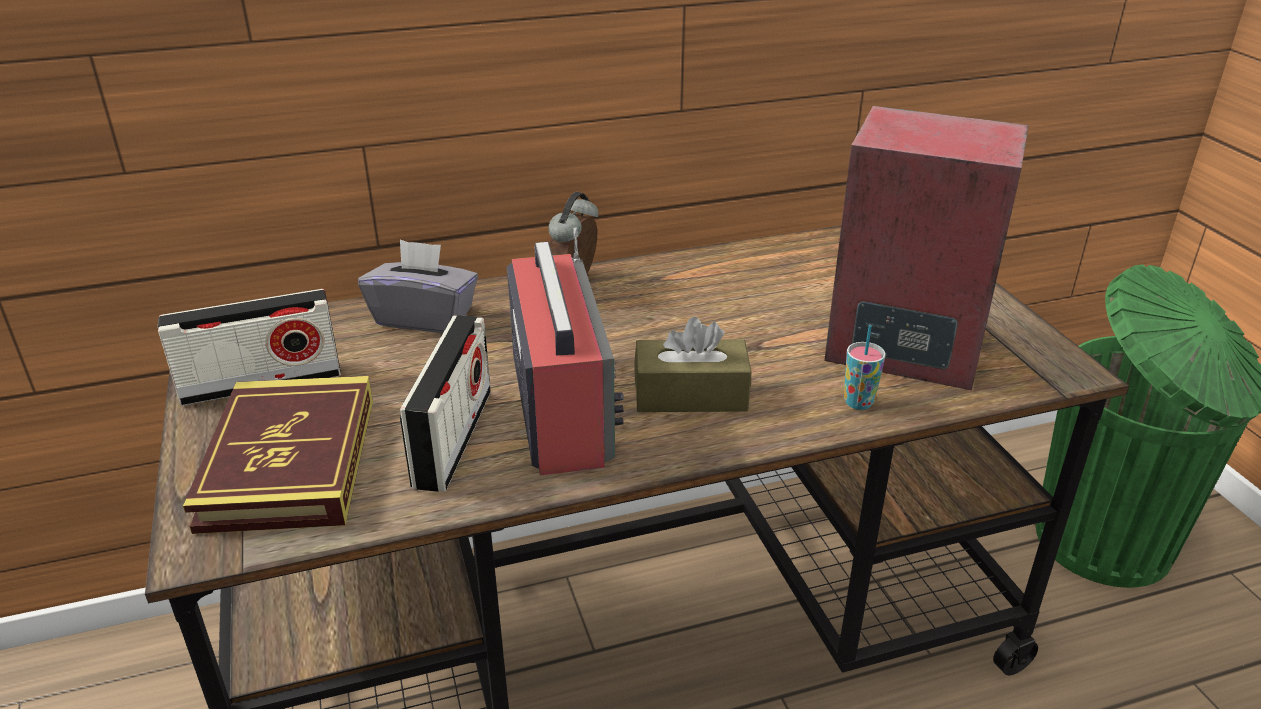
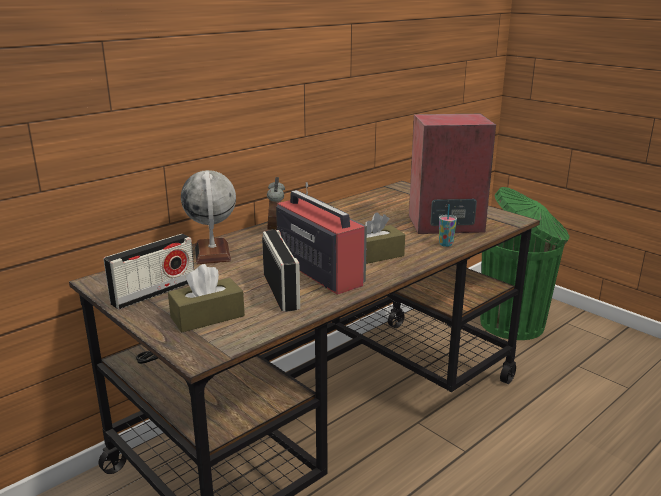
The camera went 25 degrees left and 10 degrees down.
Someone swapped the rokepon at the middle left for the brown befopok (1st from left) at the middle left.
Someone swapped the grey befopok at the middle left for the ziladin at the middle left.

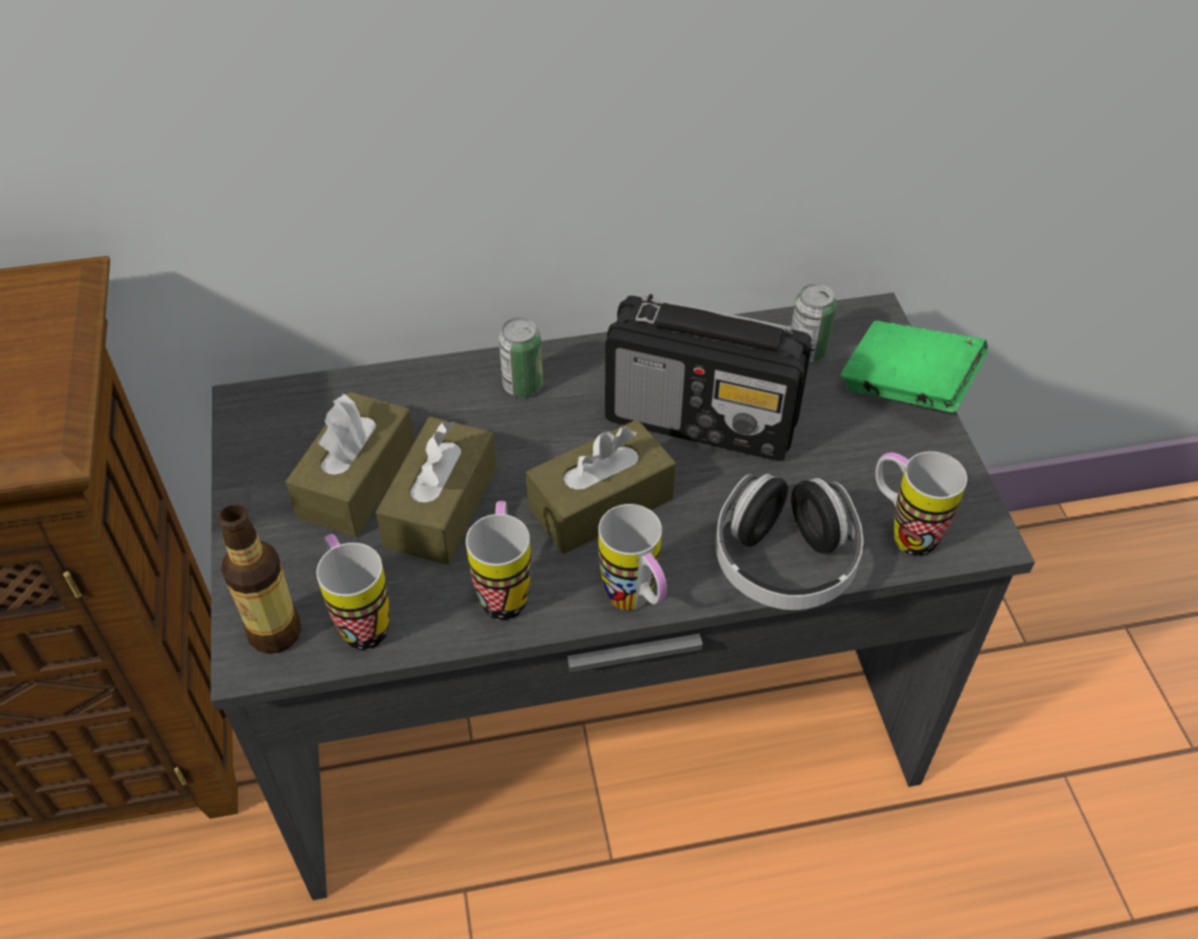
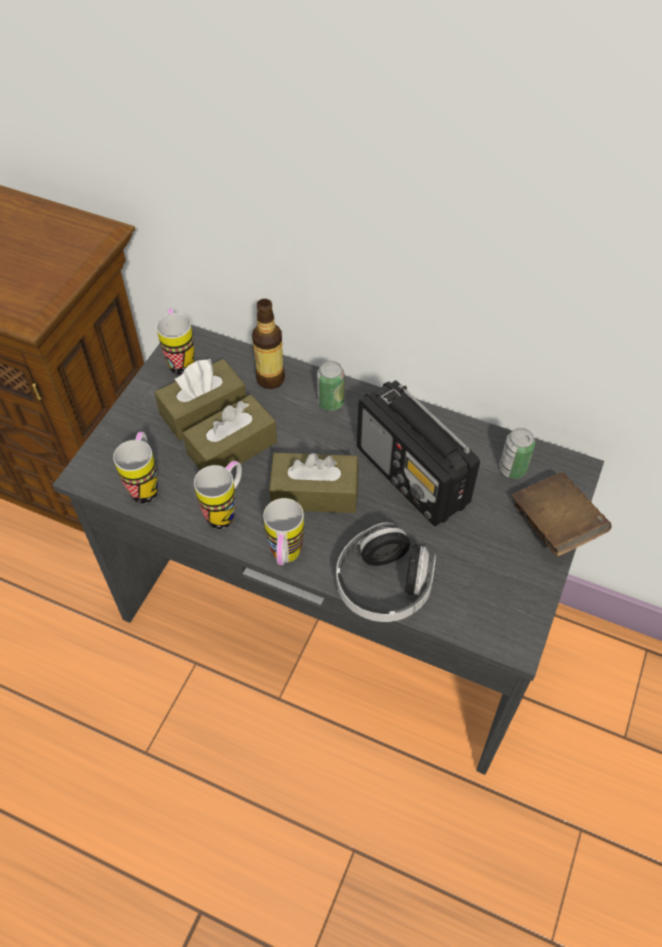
The camera went 35 degrees right and 5 degrees up.
Someone carried the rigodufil from the middle left to the centre.
Someone repainted the green rokepon at the middle right, which became the brown rokepon at the middle right.
Someone carried the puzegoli (4th from left in the first image) from the middle right to the middle left.

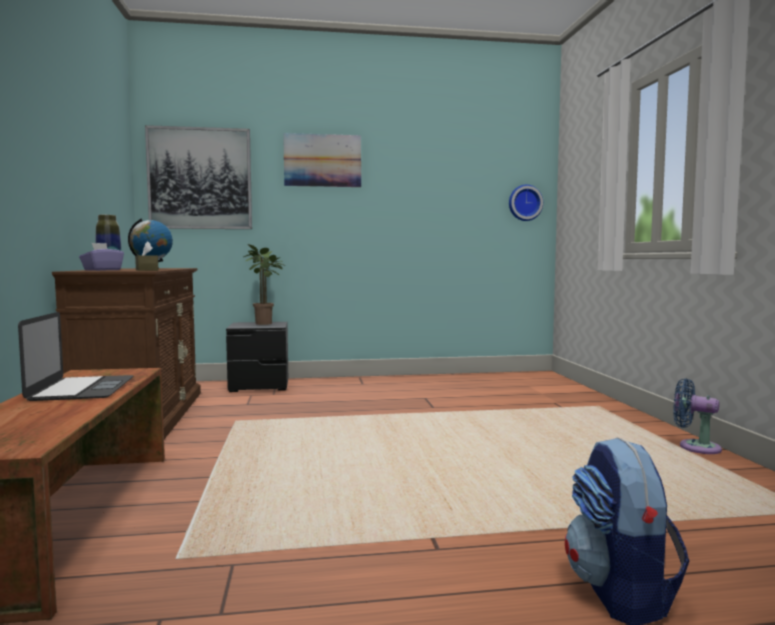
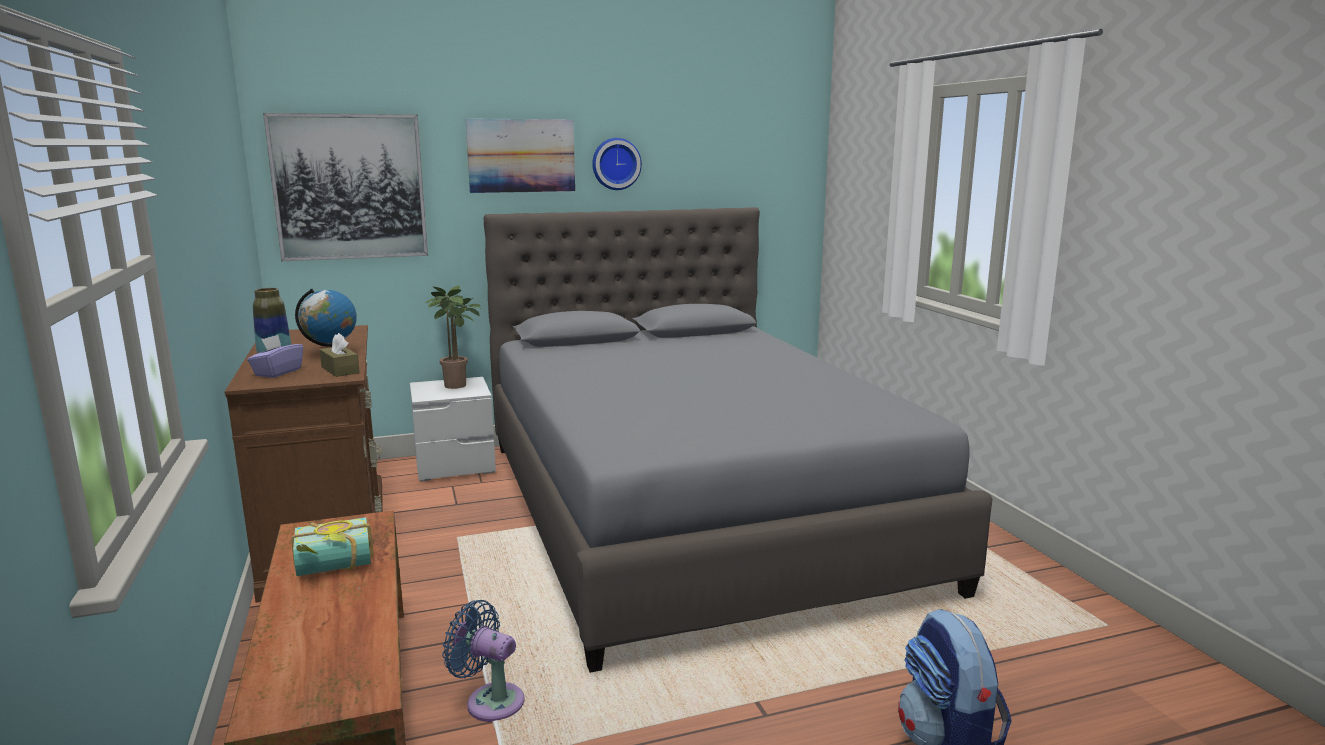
The camera went 10 degrees left and 10 degrees up.
Someone swapped the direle at the middle left for the rokepon at the bottom left.
Someone repainted the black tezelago at the middle left, which became the white tezelago at the centre.
Someone carried the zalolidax from the top right to the top centre.
Someone carried the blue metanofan from the middle right to the bottom centre.
Someone put down the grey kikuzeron at the centre.

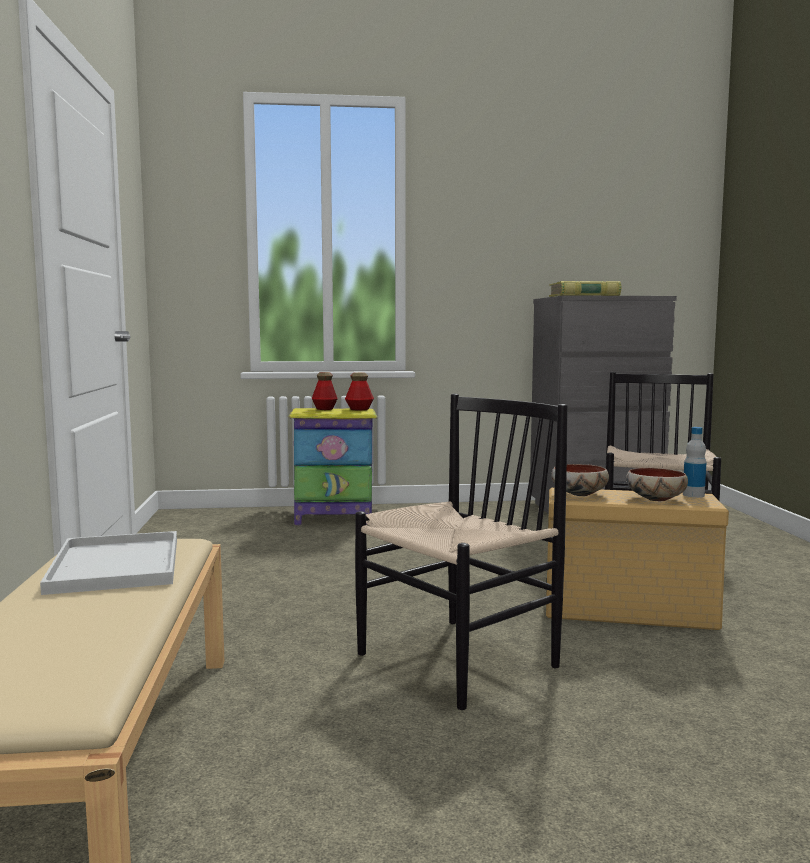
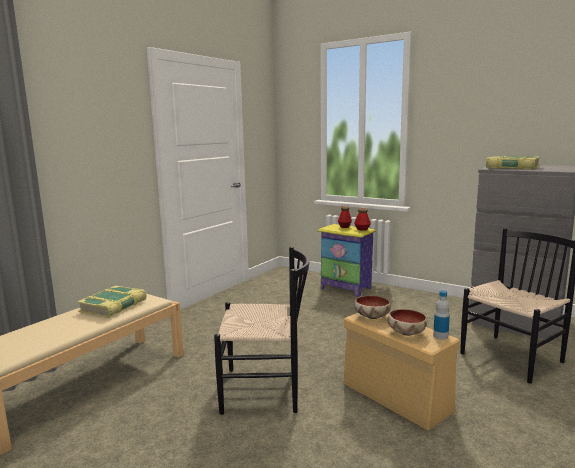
The camera went 40 degrees right and 5 degrees up.
Someone swapped the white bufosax at the middle left for the rokepon (1st from left) at the middle left.

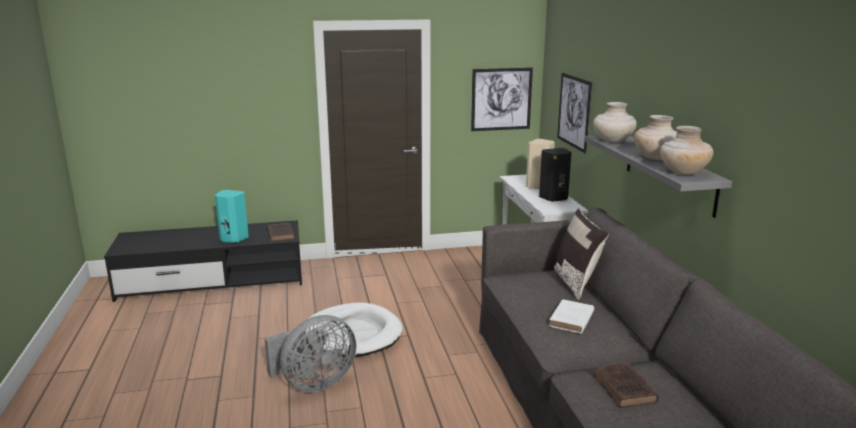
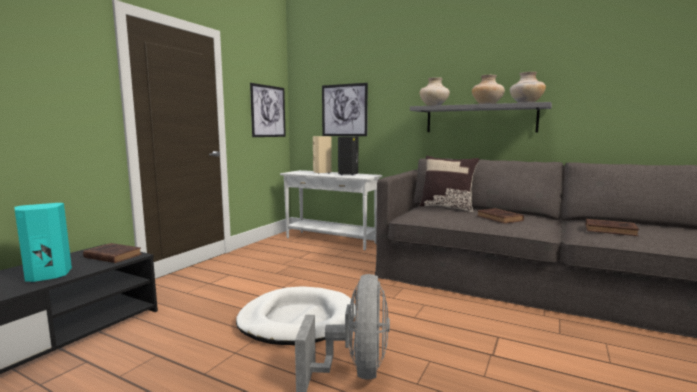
The camera went 50 degrees left and 10 degrees down.
Someone repainted the white rokepon at the bottom right, which became the brown rokepon (2nd from left) at the middle right.

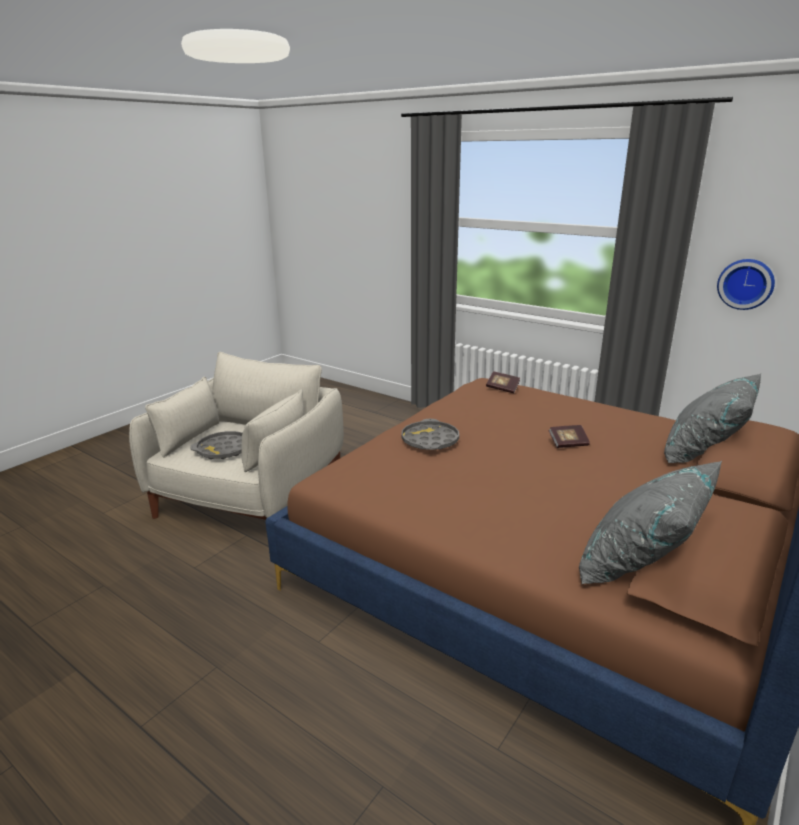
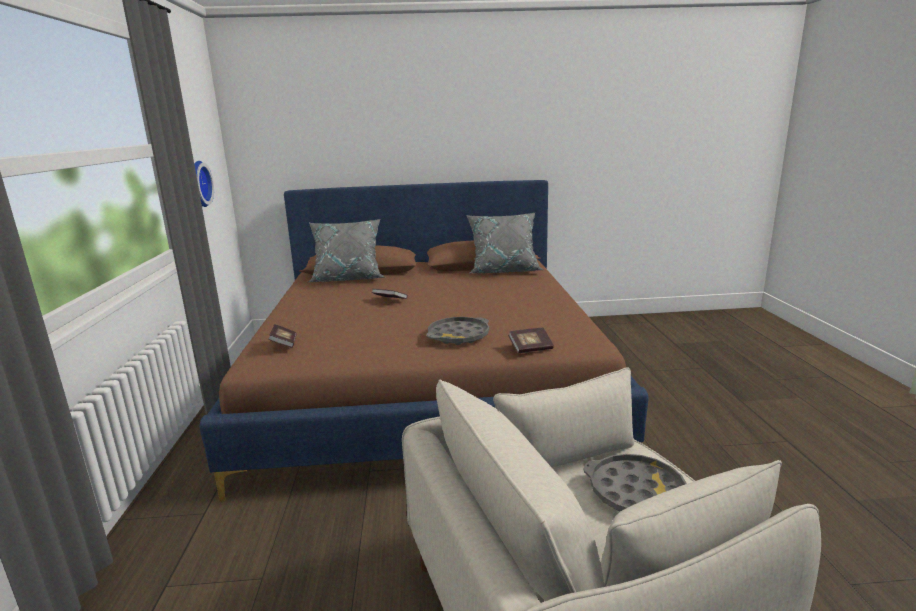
The camera went 130 degrees left and 5 degrees down.
Someone put down the rokepon (3rd from left) at the centre.

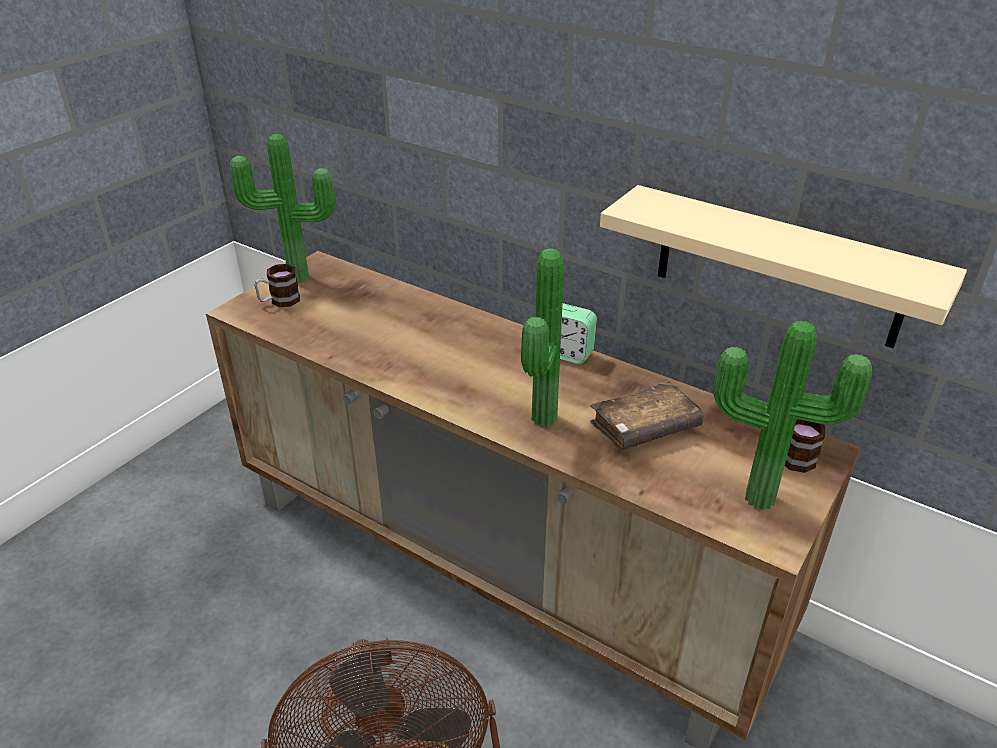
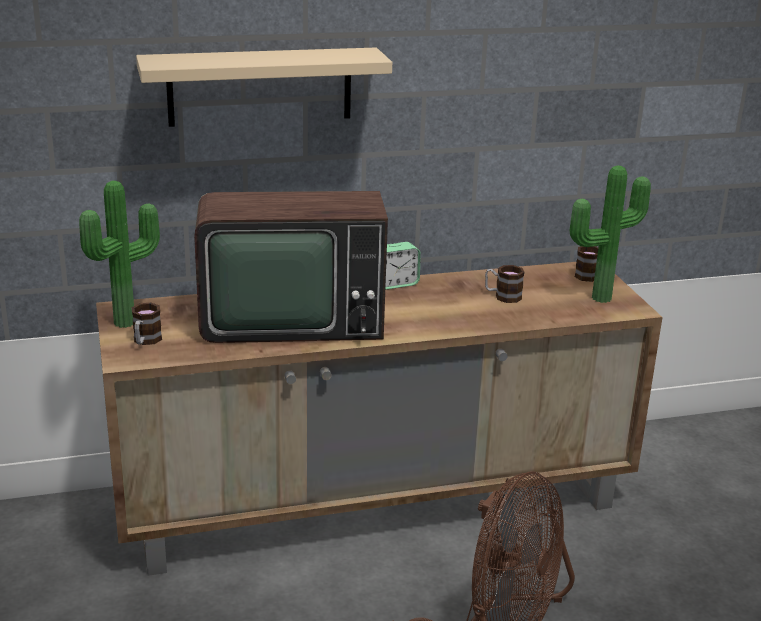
The camera went 50 degrees left and 10 degrees down.
Someone took away the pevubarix (2nd from left) at the centre.
Someone swapped the brown rokepon at the centre for the puzegoli (2nd from left) at the centre.
Someone carried the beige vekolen from the middle right to the top centre.
Someone put down the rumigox at the centre.

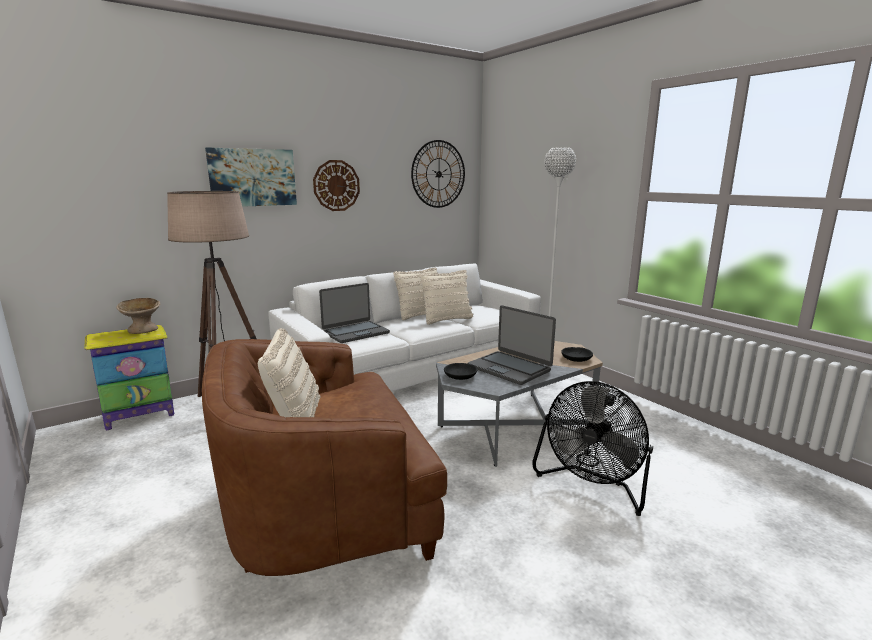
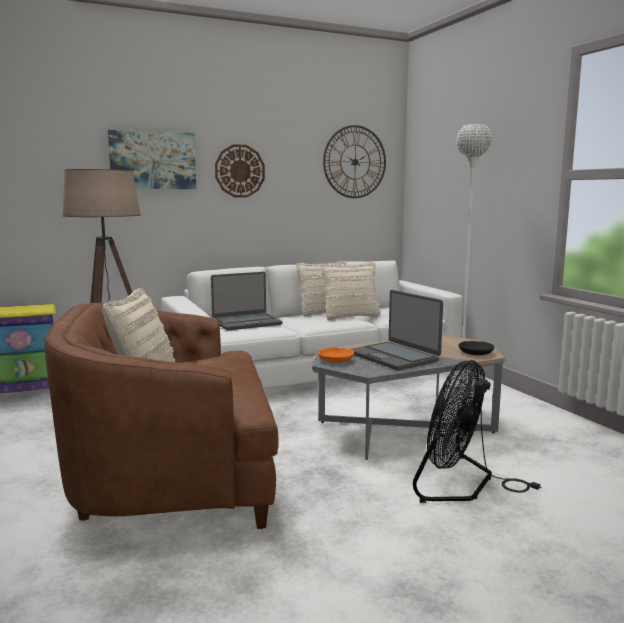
The camera went 10 degrees right and 5 degrees down.
Someone took away the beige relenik at the middle left.
Someone repainted the black relenik (1st from left) at the centre, which became the orange relenik at the centre.
Someone rotated the black metanofan at the bottom right by 75 degrees clockwise.

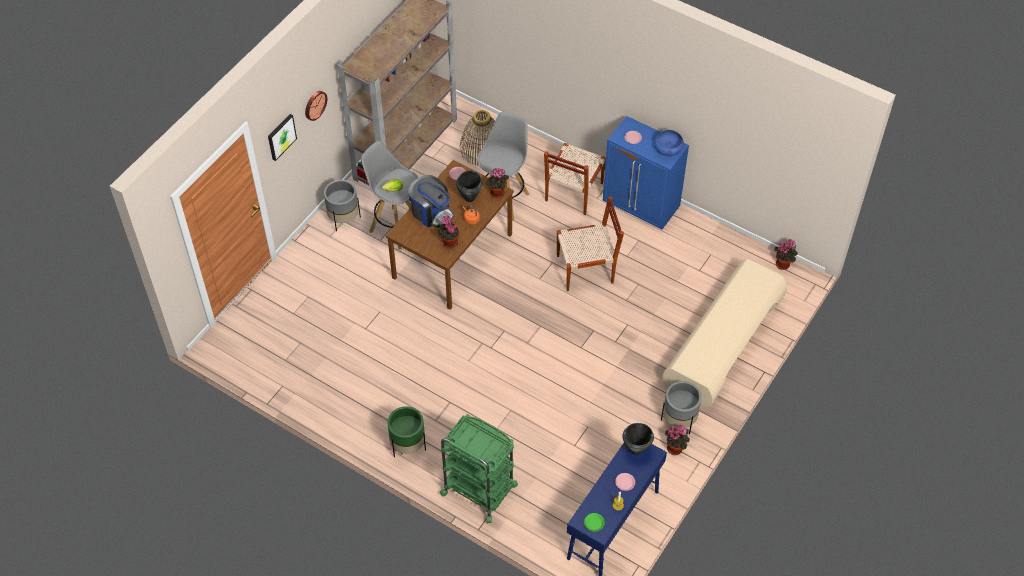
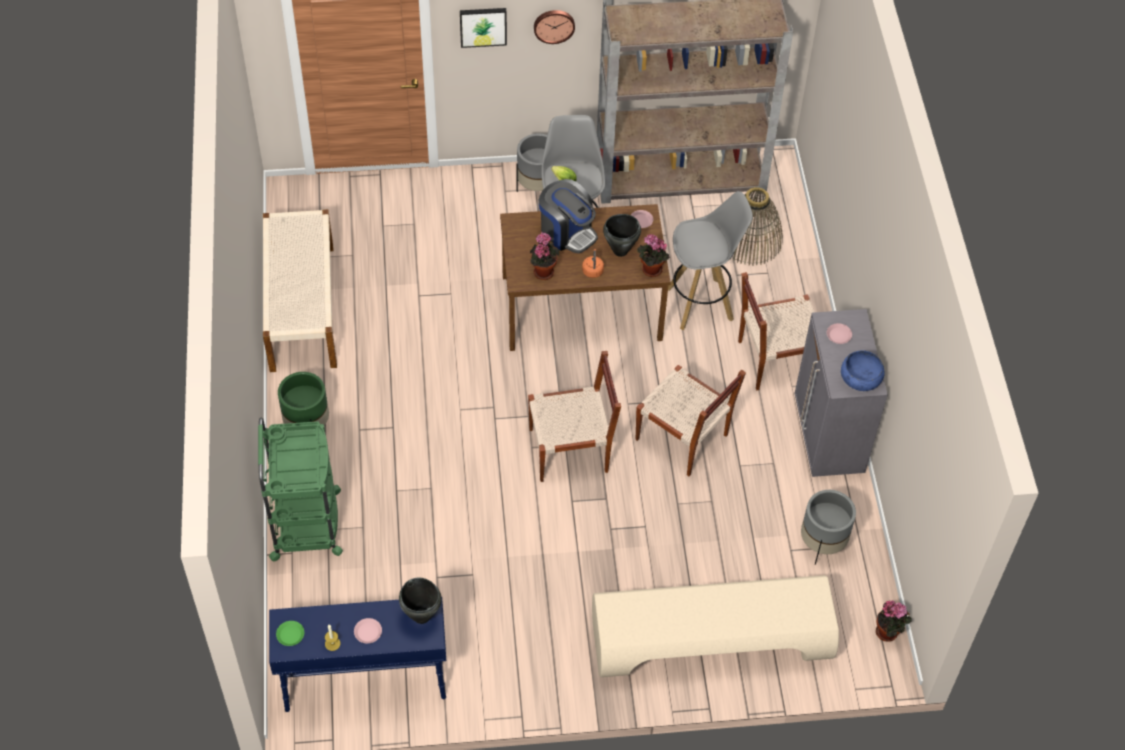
The camera went 50 degrees right and 0 degrees up.
Someone rotated the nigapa at the centre by 45 degrees counterclockwise.
Someone repainted the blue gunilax at the top centre, which became the grey gunilax at the middle right.
Someone carried the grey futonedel (2nd from left) from the bottom centre to the bottom right.
Someone took away the pevubarix (3rd from left) at the bottom centre.
Someone put down the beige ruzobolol (1st from left) at the middle left.
Someone put down the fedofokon (1st from left) at the centre.

